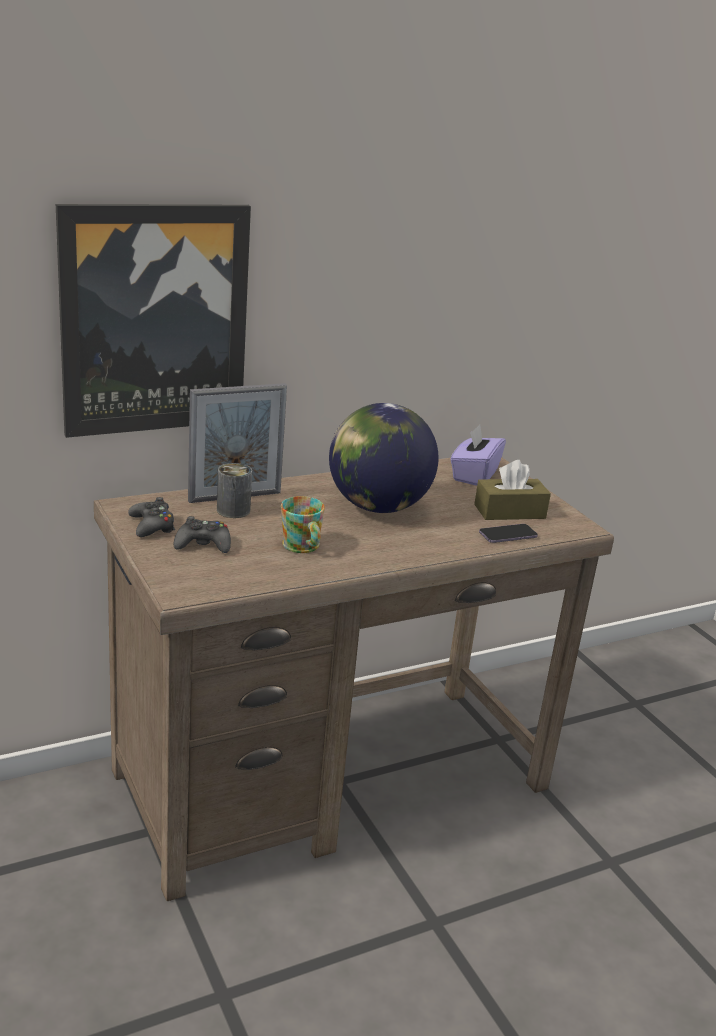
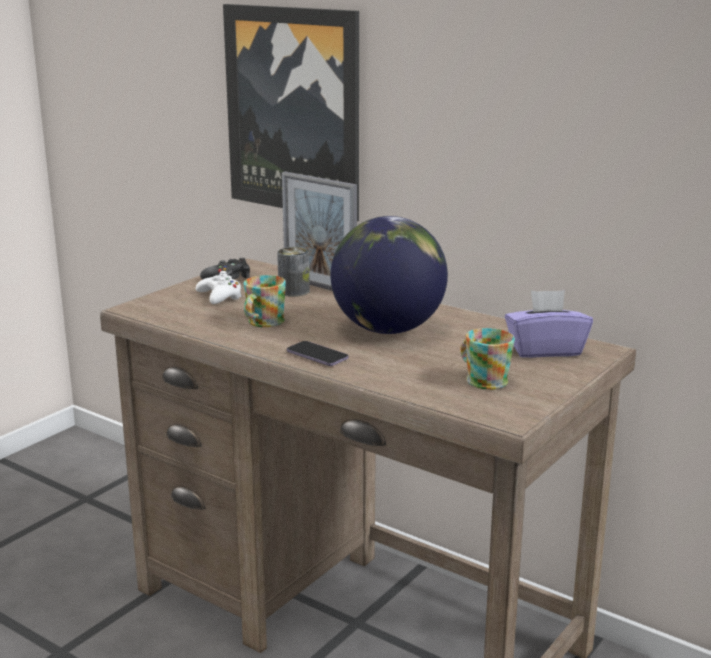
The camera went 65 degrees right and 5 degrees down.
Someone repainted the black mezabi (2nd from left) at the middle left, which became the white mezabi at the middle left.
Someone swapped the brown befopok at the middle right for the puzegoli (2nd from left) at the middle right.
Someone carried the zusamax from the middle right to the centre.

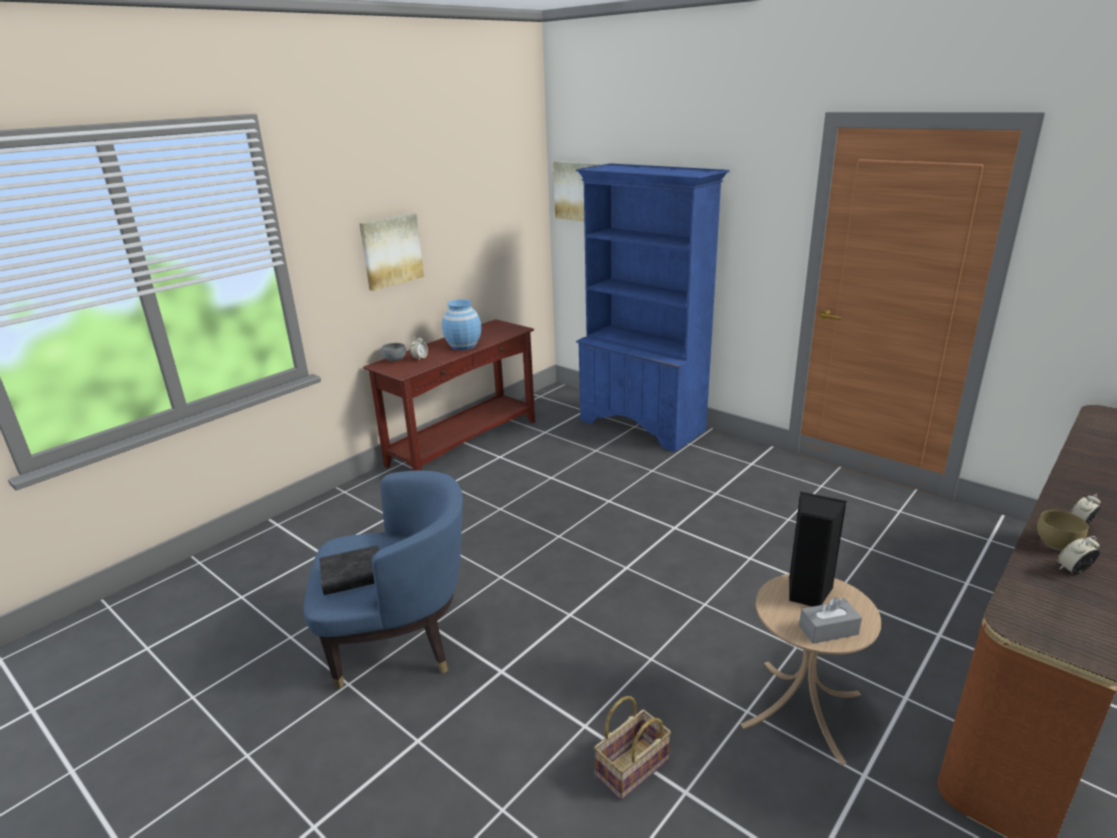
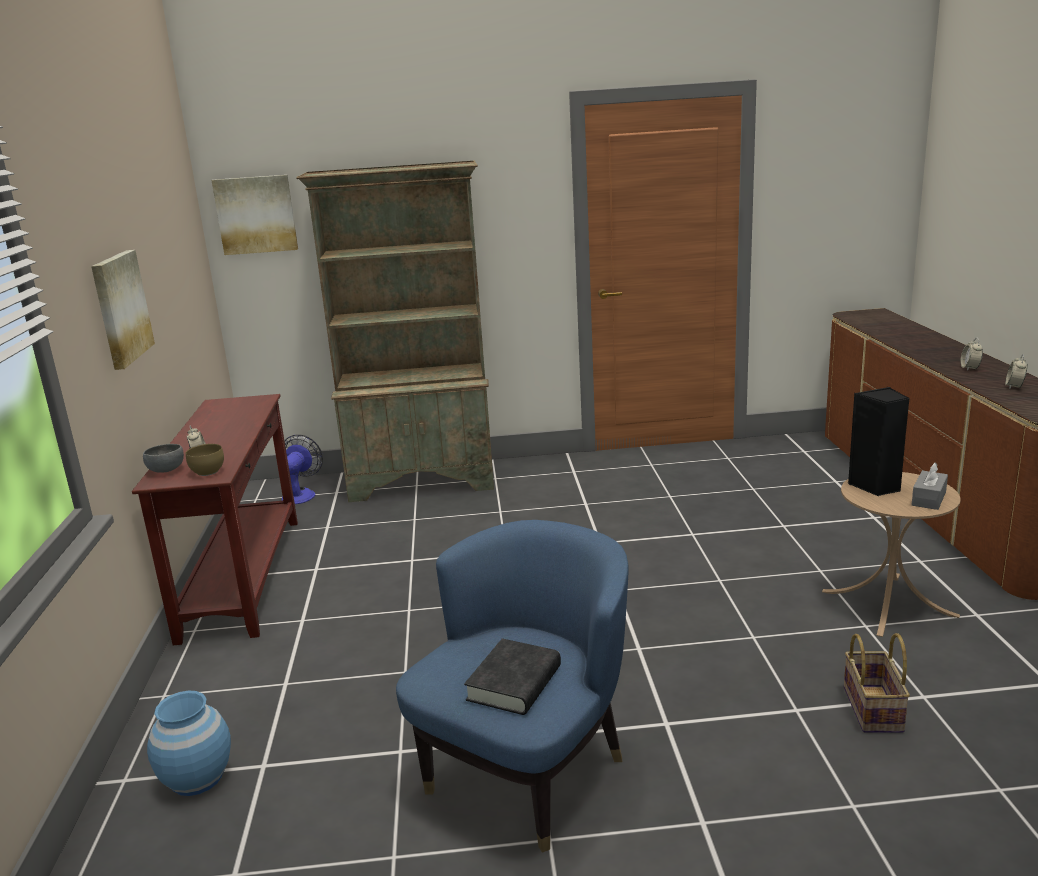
The camera went 45 degrees left and 5 degrees down.
Someone carried the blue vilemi from the centre to the bottom left.
Someone repainted the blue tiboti at the centre, which became the green tiboti at the centre.
Someone carried the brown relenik from the middle right to the middle left.
Someone put down the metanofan at the middle left.

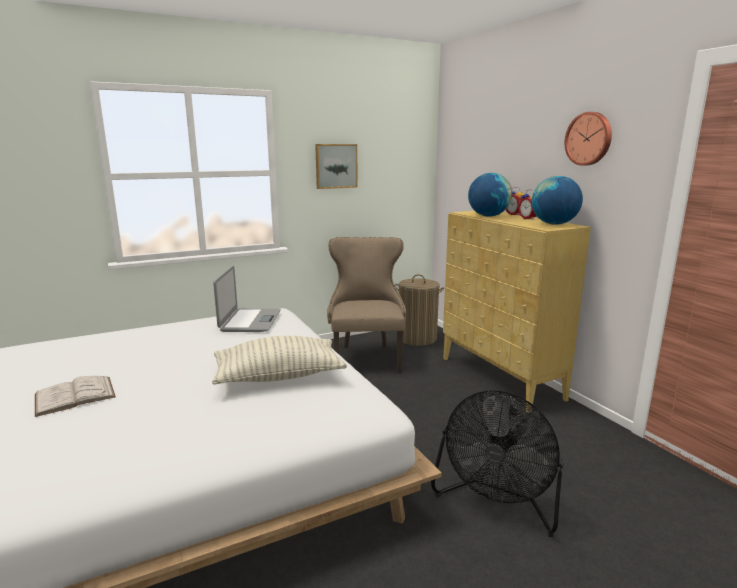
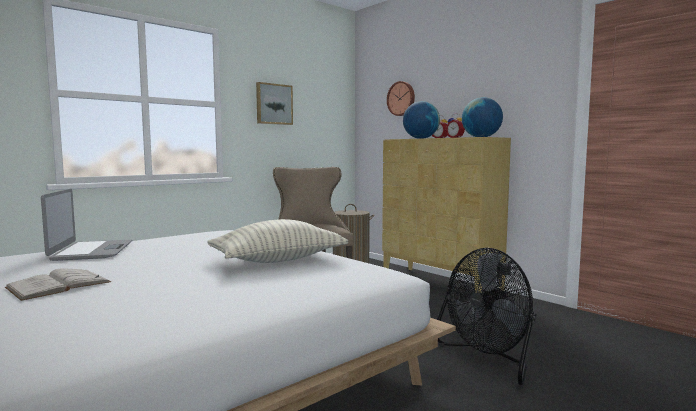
The camera went 15 degrees left and 10 degrees down.
Someone carried the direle from the centre to the middle left.
Someone rotated the black metanofan at the bottom right by 45 degrees clockwise.
Someone carried the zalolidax from the top right to the top centre.

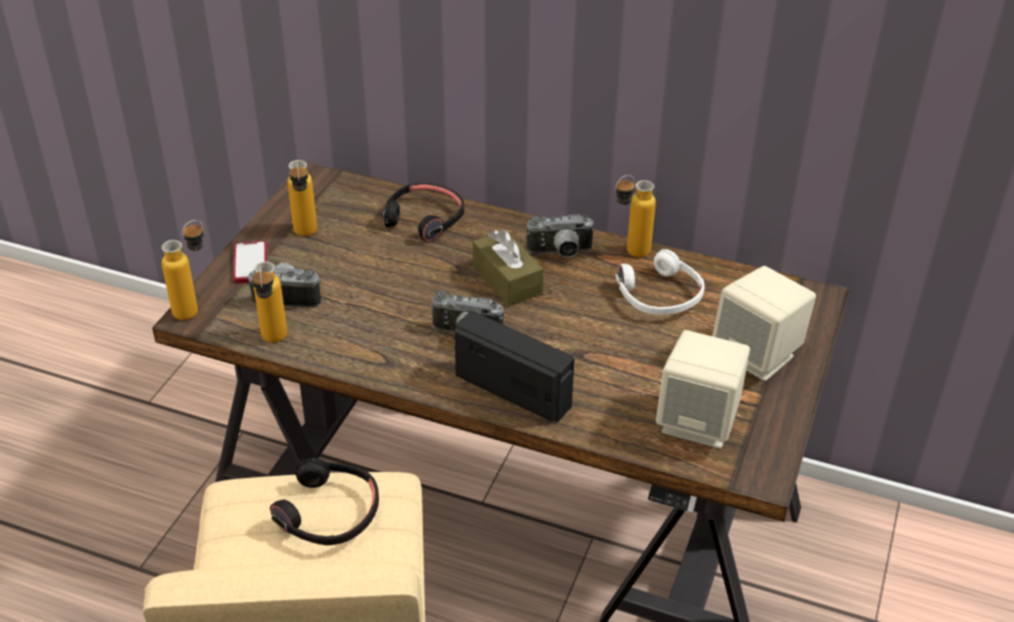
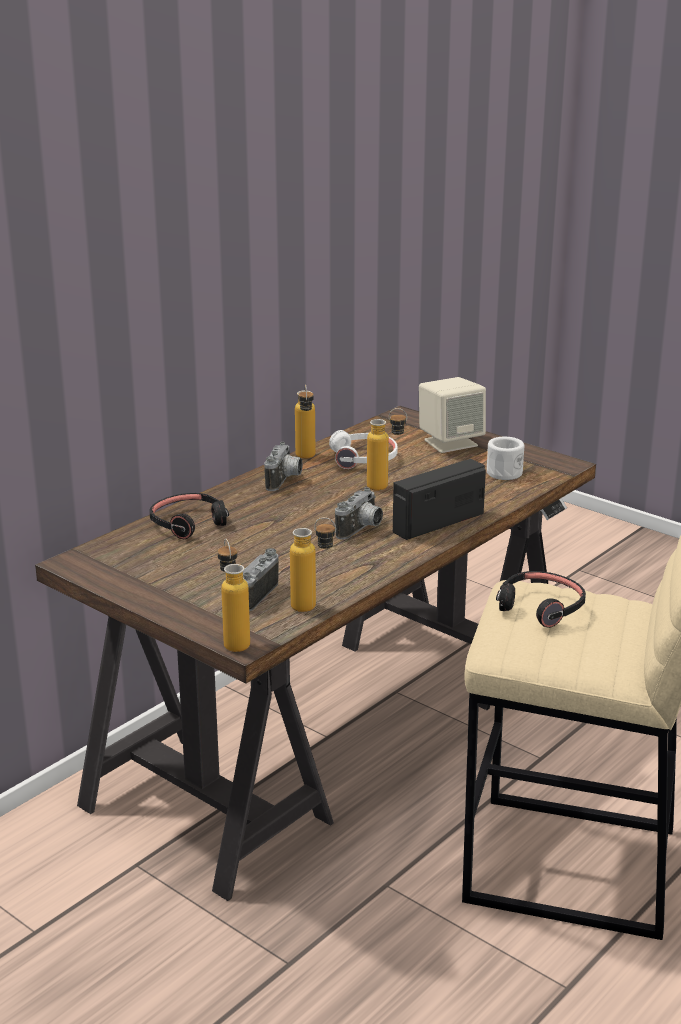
The camera went 70 degrees left and 15 degrees down.
Someone took away the zusamax at the middle left.
Someone carried the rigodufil (3rd from left in the first image) from the top left to the centre.
Someone took away the brown befopok at the centre.
Someone swapped the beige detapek (1st from left) at the middle right for the white puzegoli at the middle right.

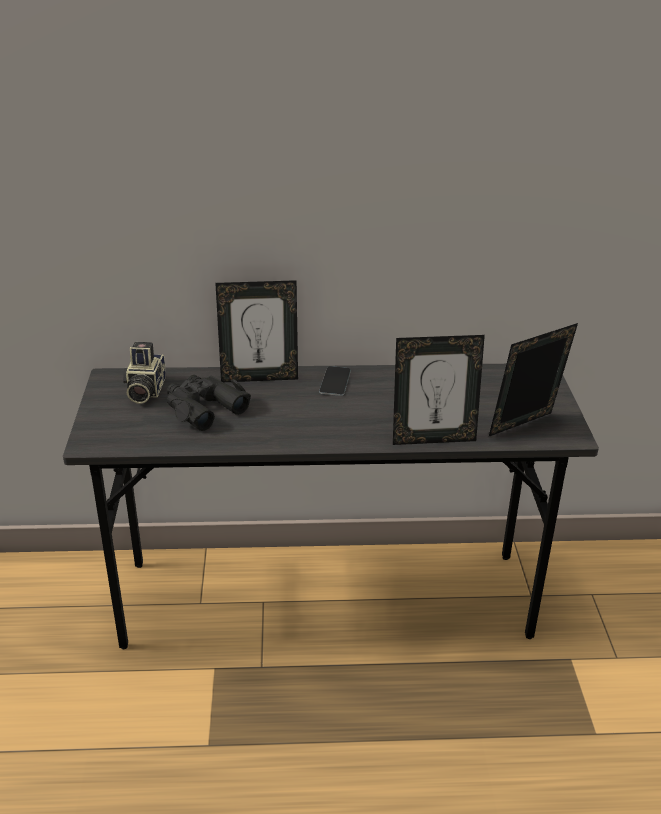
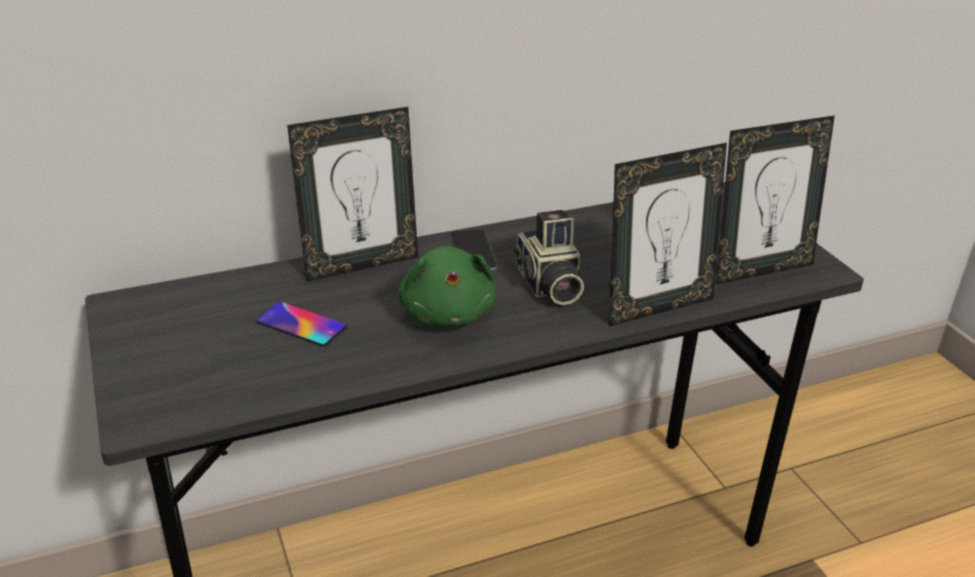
The camera went 20 degrees left and 0 degrees up.
Someone carried the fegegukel from the middle left to the centre.
Someone swapped the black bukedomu at the middle left for the zusamax (1st from left) at the middle left.
Someone rotated the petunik (3rd from left) at the middle right by 150 degrees counterclockwise.
Someone put down the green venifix at the centre.

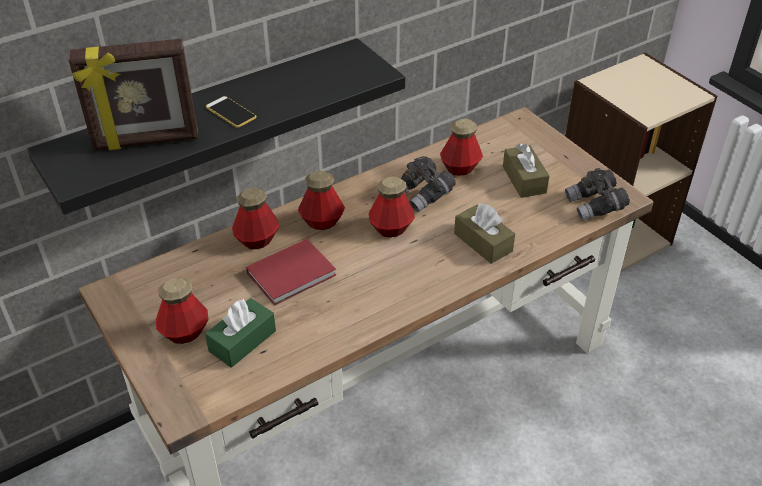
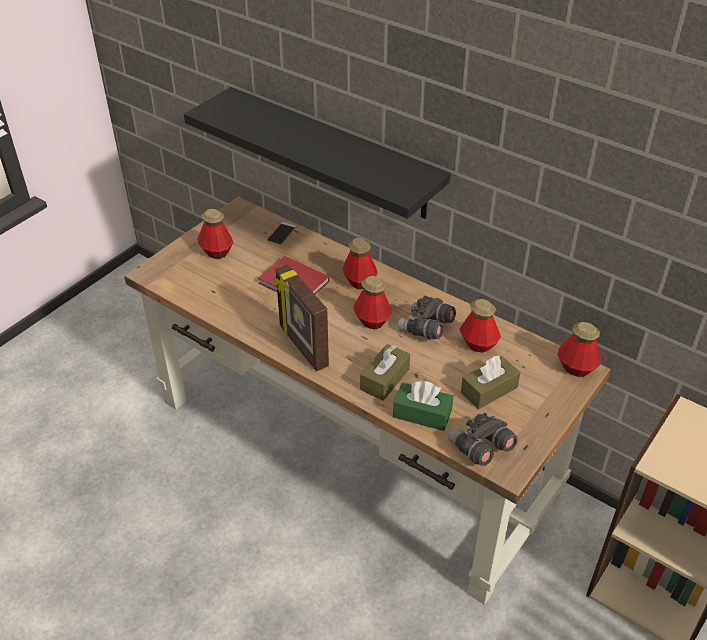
The camera went 70 degrees right and 0 degrees up.
Someone carried the petunik from the top left to the centre.
Someone carried the green befopok from the bottom left to the centre.
Someone carried the zusamax from the top left to the centre.
Someone carried the rigodufil (2nd from left in the first image) from the centre to the middle right.

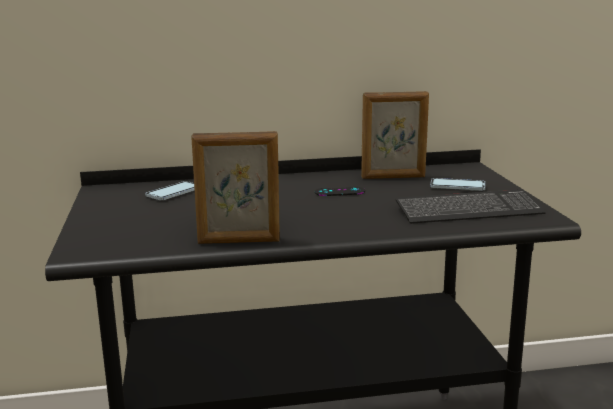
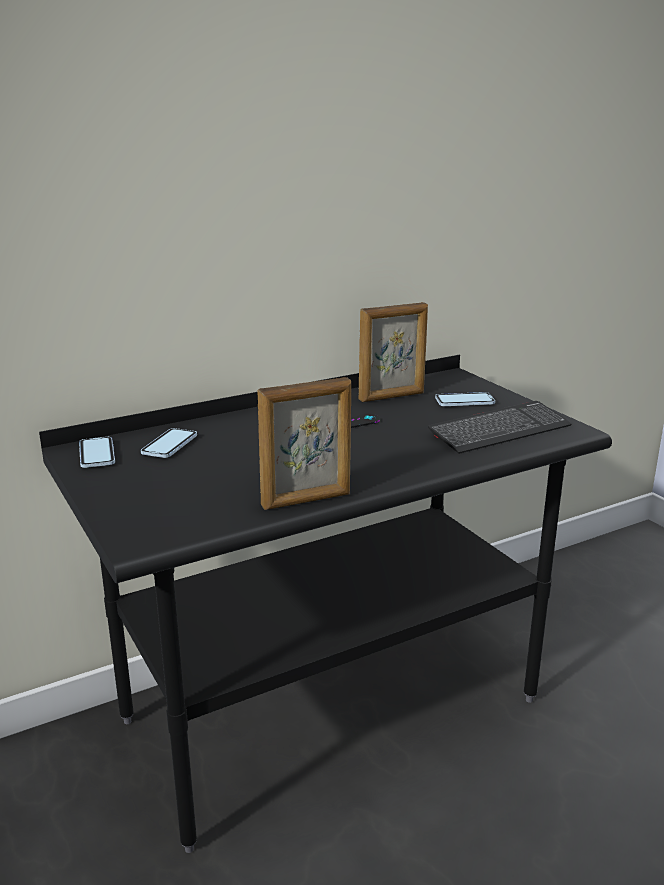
The camera went 20 degrees left and 5 degrees up.
Someone put down the zusamax (1st from left) at the middle left.

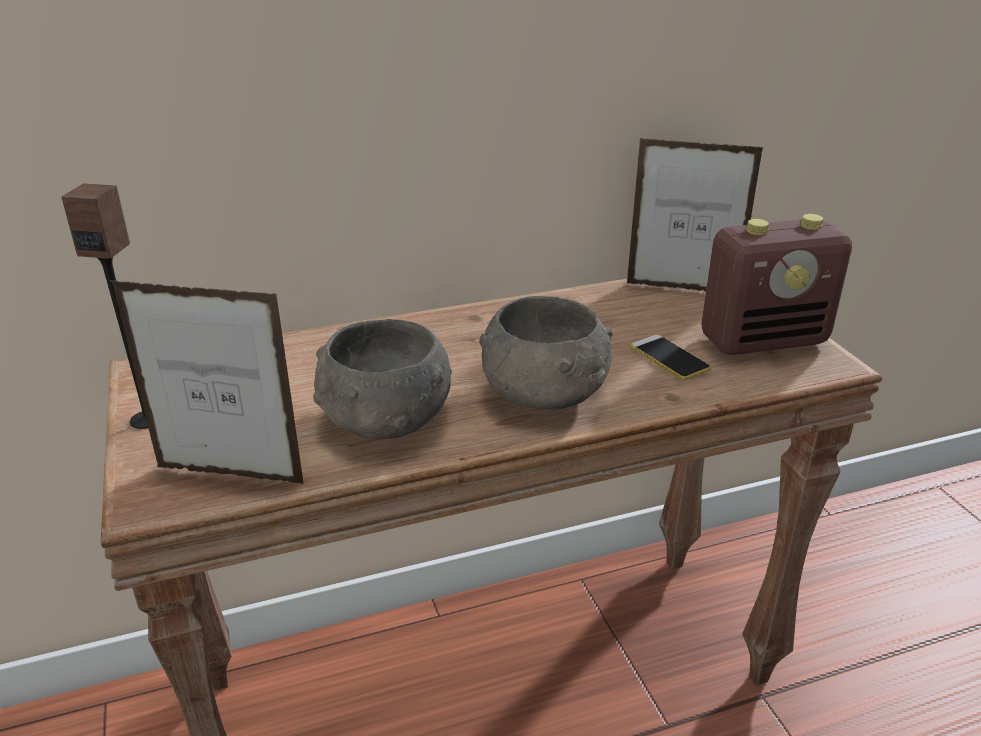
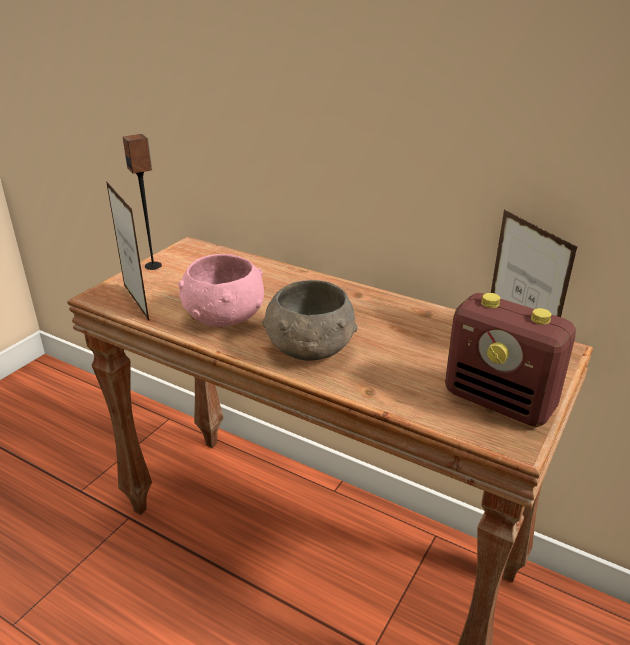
The camera went 50 degrees right and 0 degrees up.
Someone repainted the grey relenik (1st from left) at the centre, which became the pink relenik at the centre.
Someone took away the zusamax at the middle right.

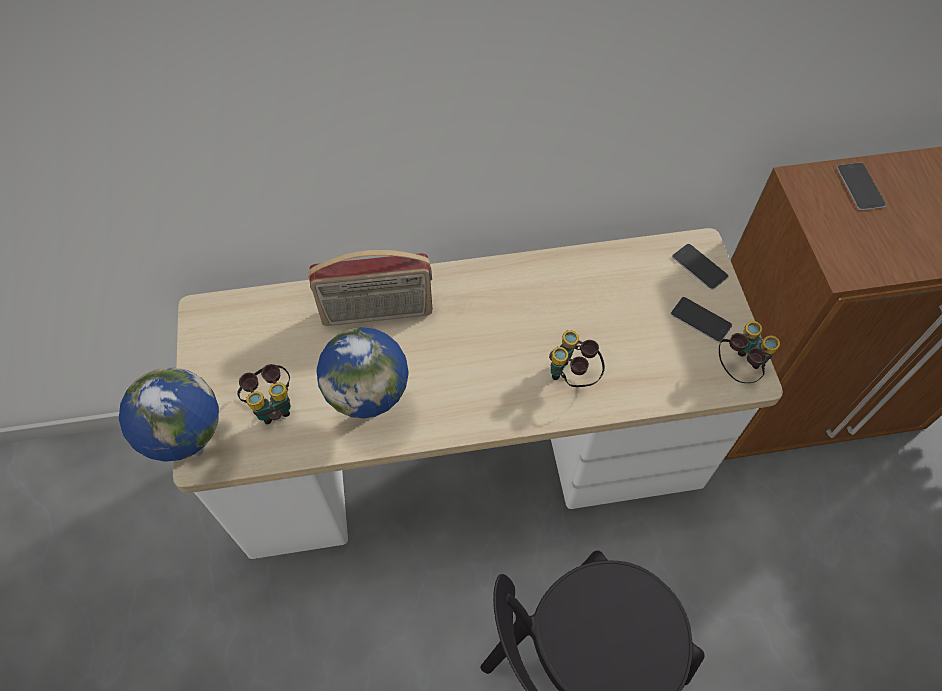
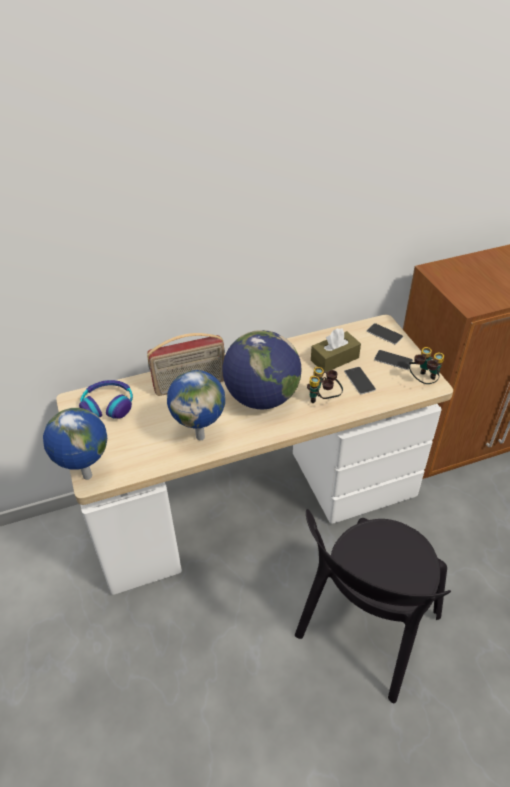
The camera went 10 degrees left and 15 degrees down.
Someone took away the bukedomu (1st from left) at the middle left.
Someone carried the zusamax (3rd from left in the first image) from the top right to the middle right.
Someone put down the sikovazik at the middle left.
Someone put down the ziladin (3rd from left) at the centre.
Someone put down the brown befopok at the centre.

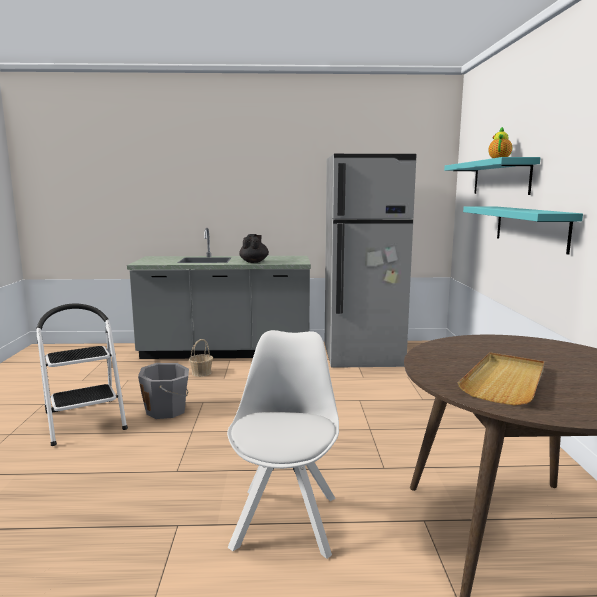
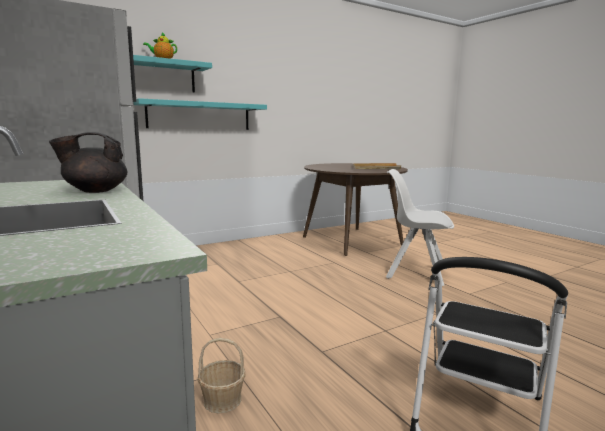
The camera went 120 degrees left and 0 degrees up.
Someone took away the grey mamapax at the middle left.
Someone rotated the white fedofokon at the bottom centre by 45 degrees clockwise.

